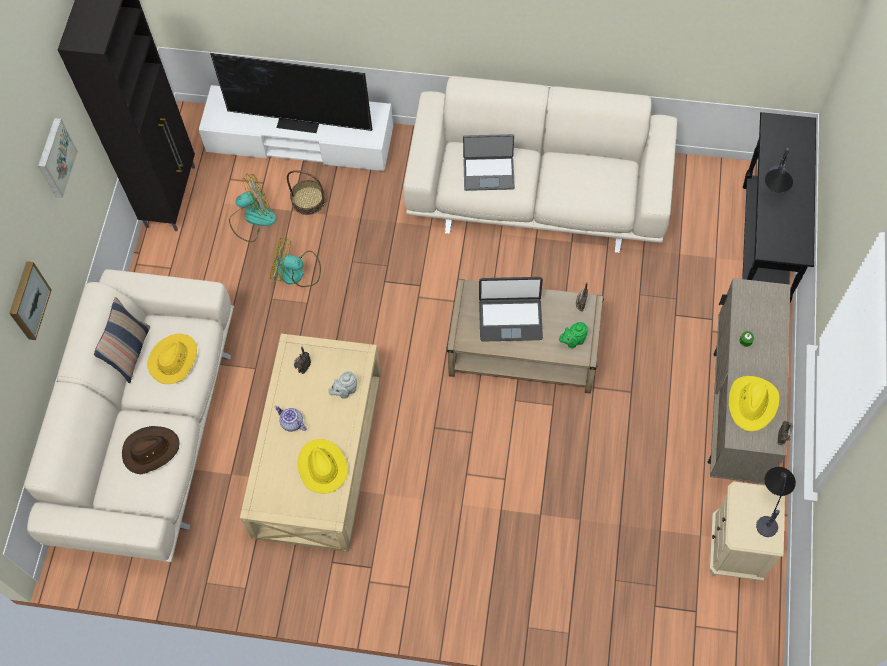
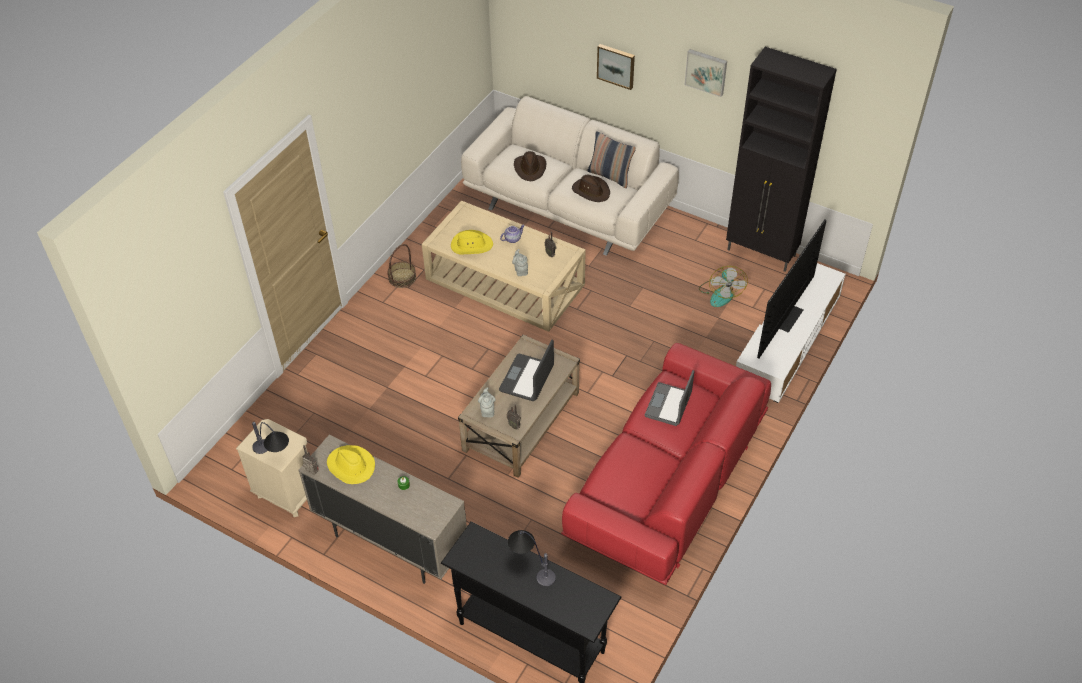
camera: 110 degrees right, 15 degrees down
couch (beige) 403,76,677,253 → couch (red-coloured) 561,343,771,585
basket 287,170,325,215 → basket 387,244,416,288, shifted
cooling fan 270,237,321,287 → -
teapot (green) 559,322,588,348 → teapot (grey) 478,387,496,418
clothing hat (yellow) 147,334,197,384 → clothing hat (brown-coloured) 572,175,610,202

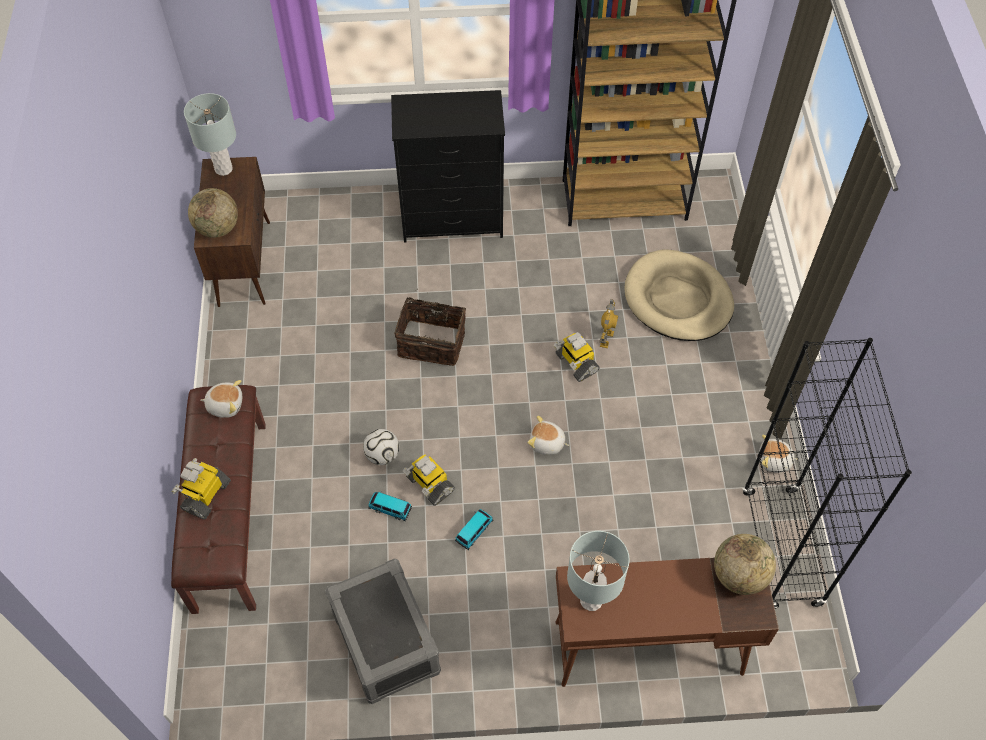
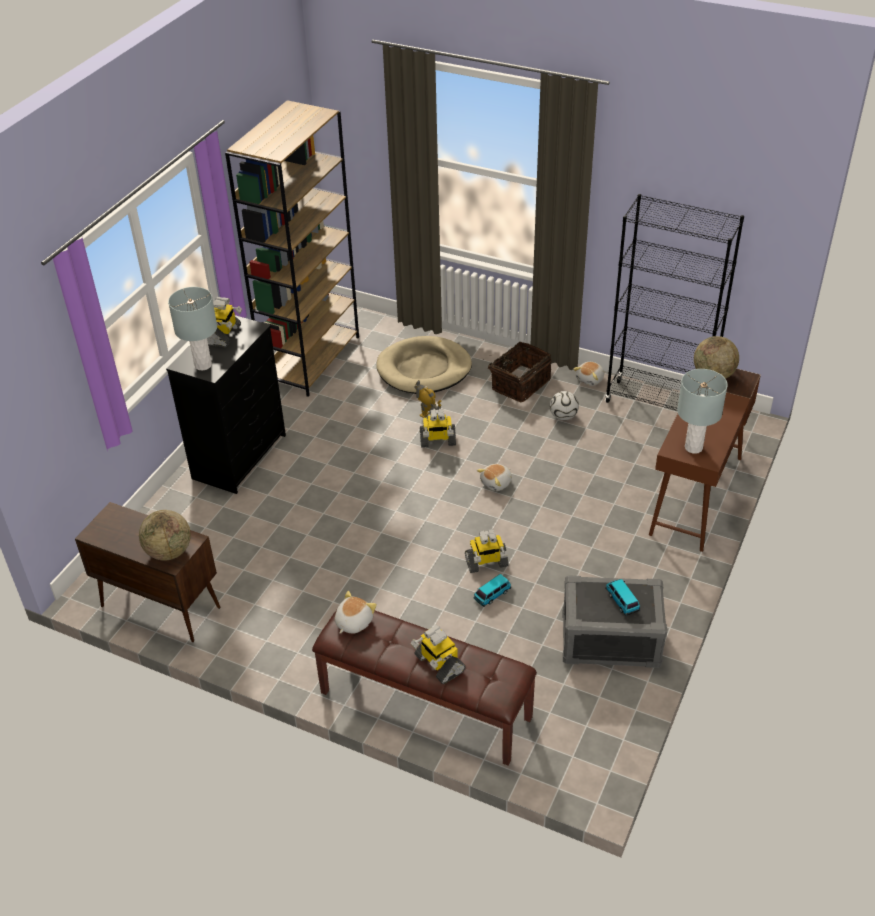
camera: 60 degrees left, 15 degrees down
lamp for a table (grey) 184,93,236,176 → lamp for a table (grey) 168,287,217,371, shifted
basket 394,289,466,366 → basket 483,342,551,402, shifted
football ball 363,429,399,465 → football ball 550,391,579,420, shifted
miniature car 455,509,493,550 → miniature car 605,579,640,616, shifted
- → robot figure 207,297,242,348

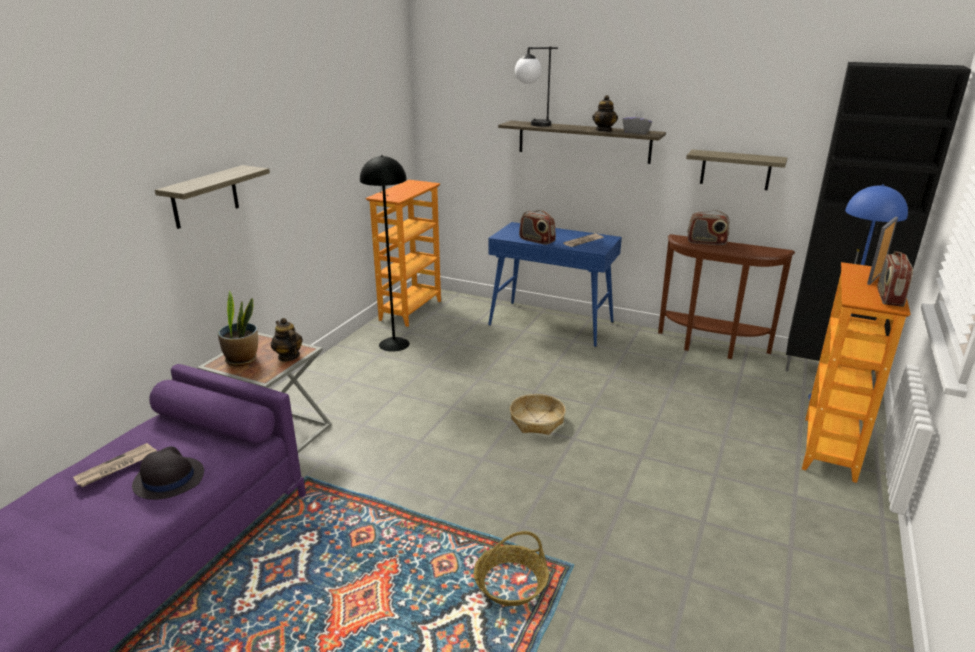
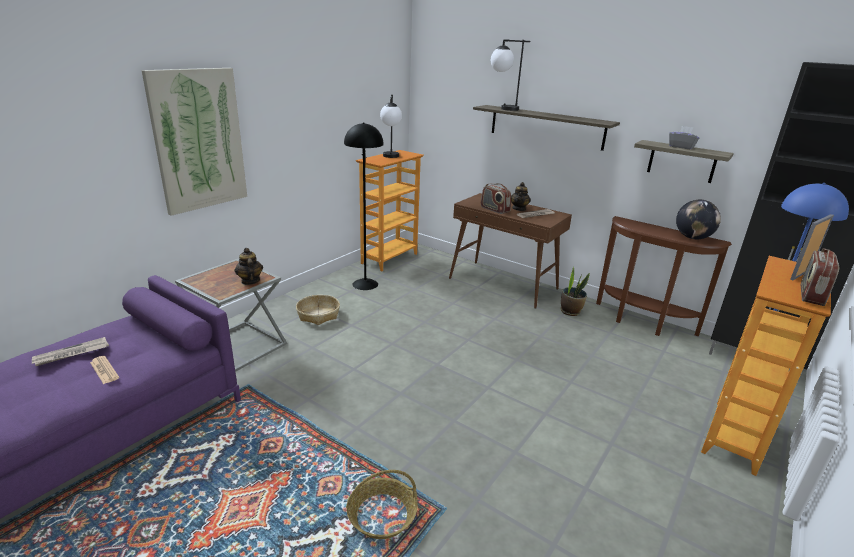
camera: 10 degrees right, 0 degrees up
teapot 592,95,618,132 → teapot 511,182,531,211, shifted
tissue holder (grey) 623,111,652,134 → tissue holder (grey) 669,126,699,149, shifted
bracket shelf 155,165,270,229 → wall picture 141,68,247,216
radio 687,210,730,245 → -
narrow table (blue-coloured) 488,222,622,347 → narrow table (brown-coloured) 449,193,572,309
potted plant 218,291,258,366 → potted plant 560,267,590,316, shifted
basket 510,394,566,435 → basket 296,295,340,325, shifted
clothing hat (black) 132,446,204,500 → newspaper 90,356,120,384
- → lamp for a table 380,95,402,158
- → desk globe 676,200,721,239

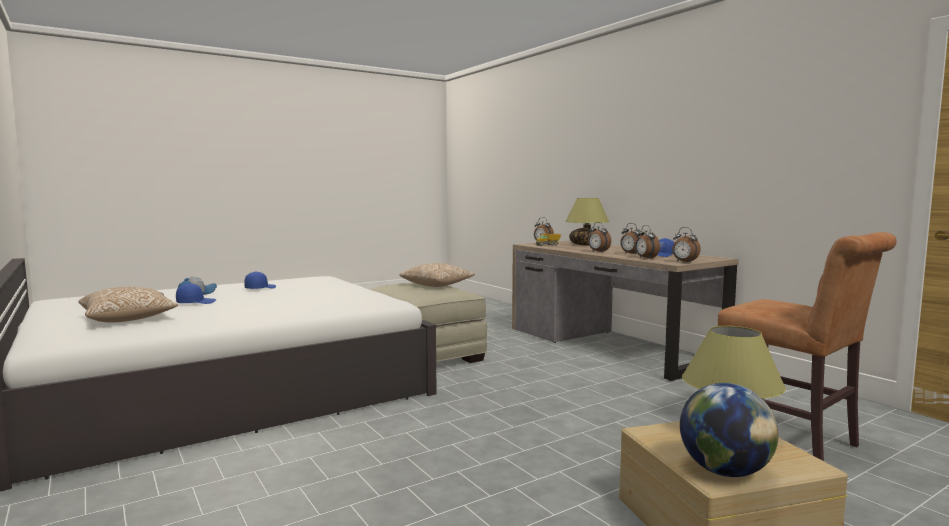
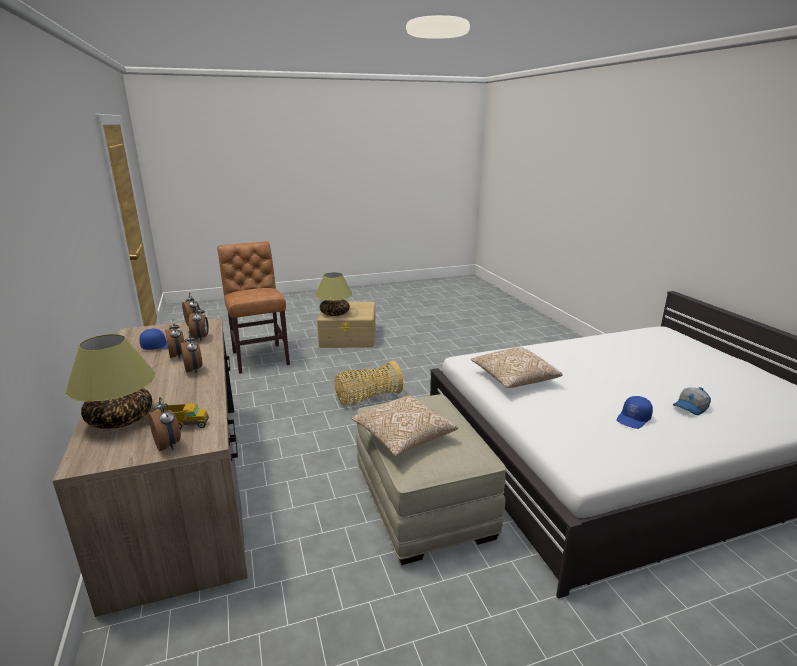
camera: 165 degrees left, 15 degrees up
peaked cap (blue-coloured) 176,283,216,304 → -
throw pillow 78,287,178,322 → throw pillow 471,347,563,388, shifted
desk globe 680,383,778,477 → -
- → basket 334,361,403,405

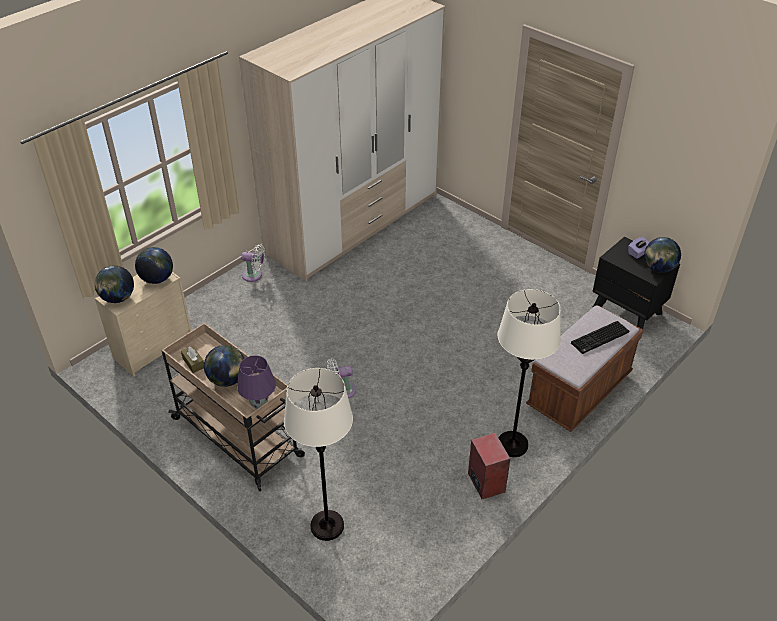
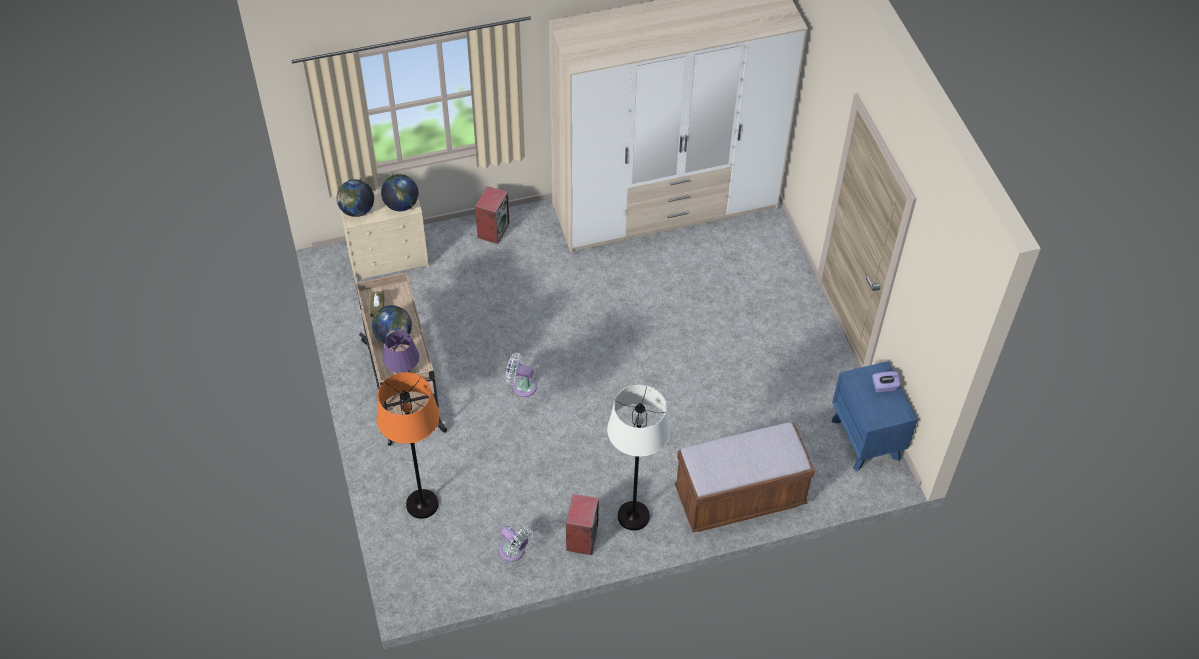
camera: 30 degrees right, 10 degrees up
night table (black) 592,237,680,329 → night table (blue-coloured) 832,361,918,472
desk globe 644,237,681,273 → -
cooling fan (white) 241,244,265,282 → cooling fan (white) 499,526,533,562, shifted
computer keyboard 571,321,629,354 → -
floor lamp (white) 284,368,353,541 → floor lamp (orange-coloured) 376,372,440,519
- → loudspeaker 475,186,510,244

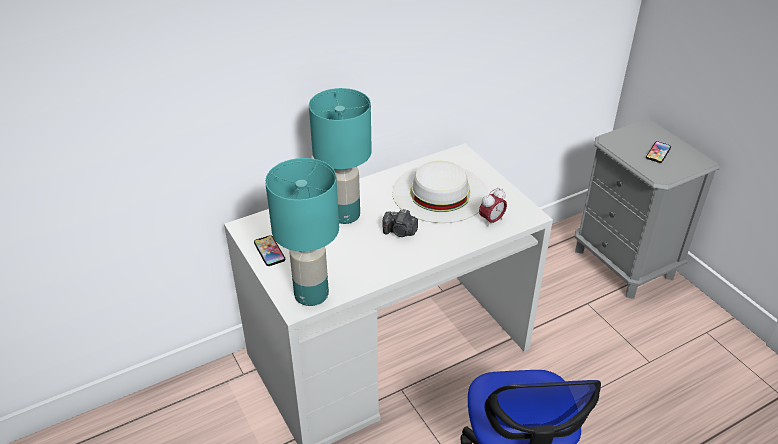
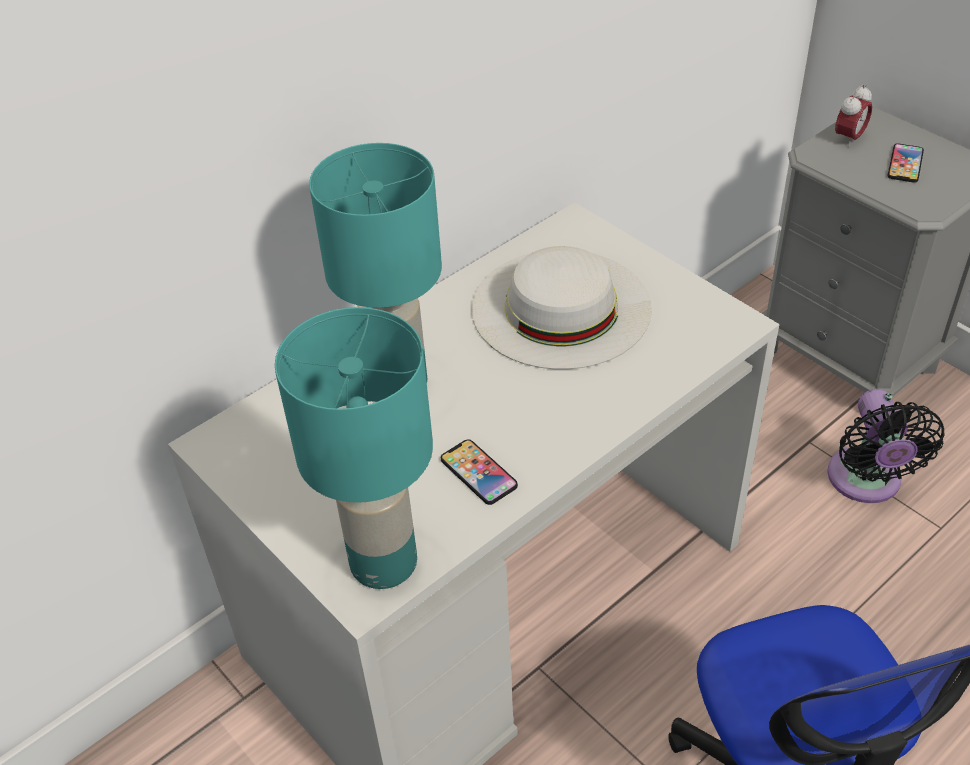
camera: 10 degrees left, 5 degrees up
table clock 479,188,507,227 → table clock 835,84,872,148, shifted
photo camera 382,209,418,237 → -
phone 254,235,285,266 → phone 441,439,518,505, shifted
- → cooling fan (black) 827,389,945,503

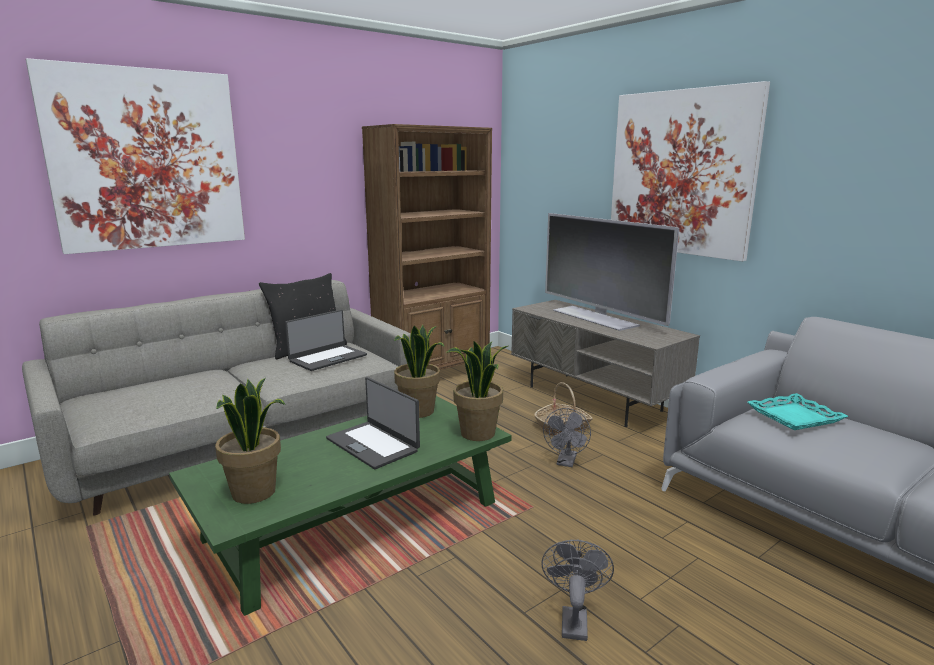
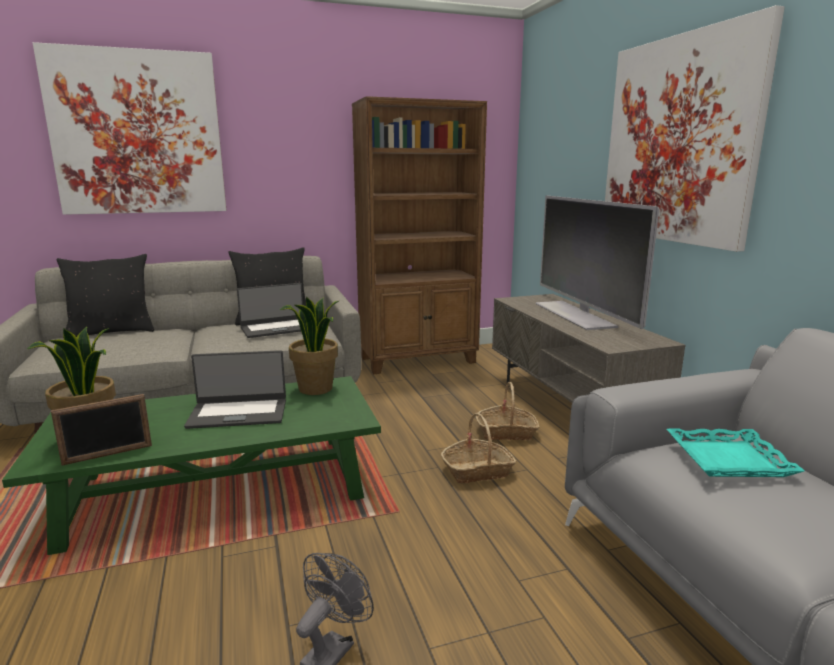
camera: 20 degrees right, 0 degrees up
potted plant 446,341,508,441 → -
notebook computer 326,377,420,469 → notebook computer 184,350,286,429, 75 degrees counterclockwise
cooling fan (grey) 543,408,591,467 → basket 441,413,516,483
- → throw pillow (black) 56,254,154,338
- → picture frame 51,394,152,466

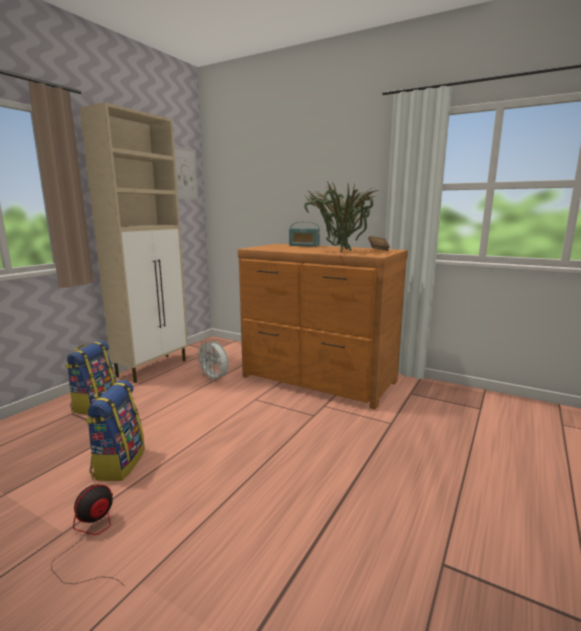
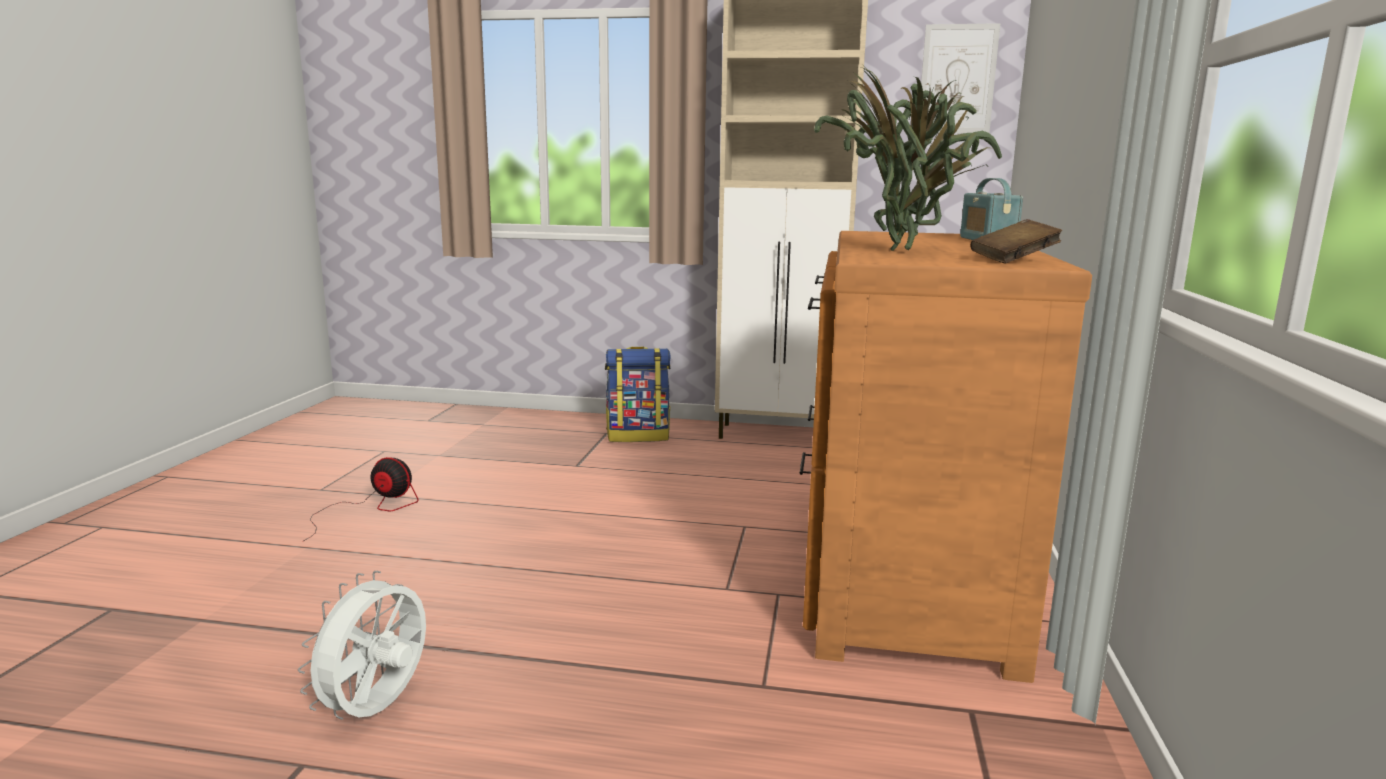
camera: 70 degrees right, 0 degrees up
cooling fan (white) 196,340,229,382 → cooling fan (white) 298,571,426,720, shifted
knapsack 85,380,145,481 → -

